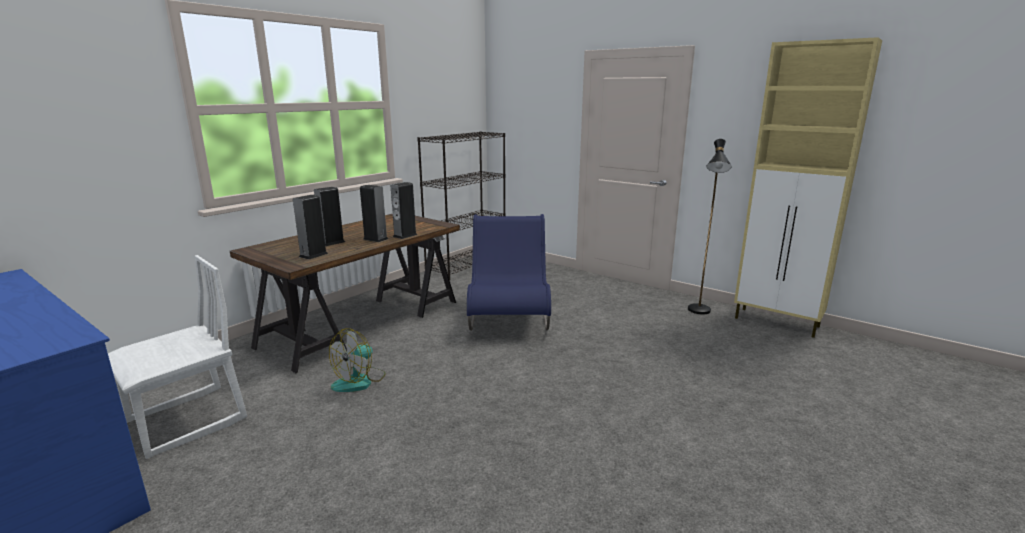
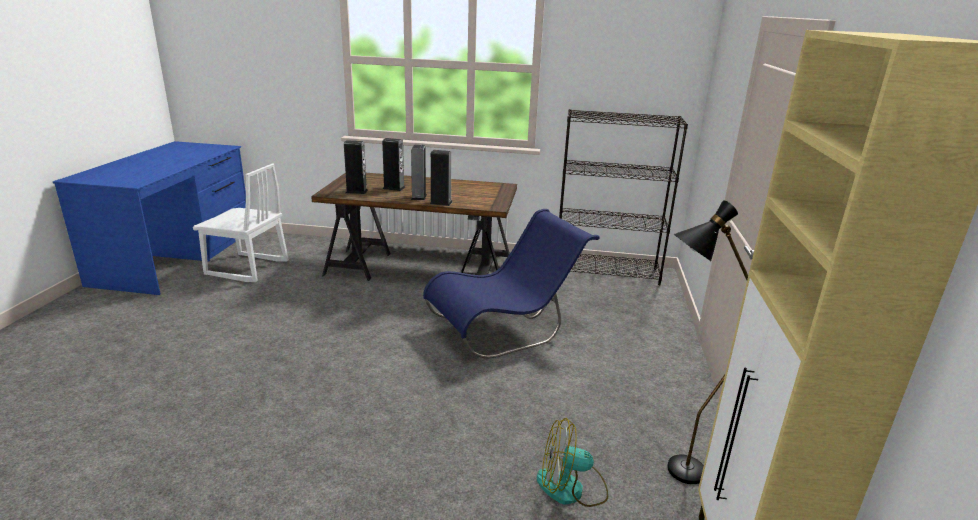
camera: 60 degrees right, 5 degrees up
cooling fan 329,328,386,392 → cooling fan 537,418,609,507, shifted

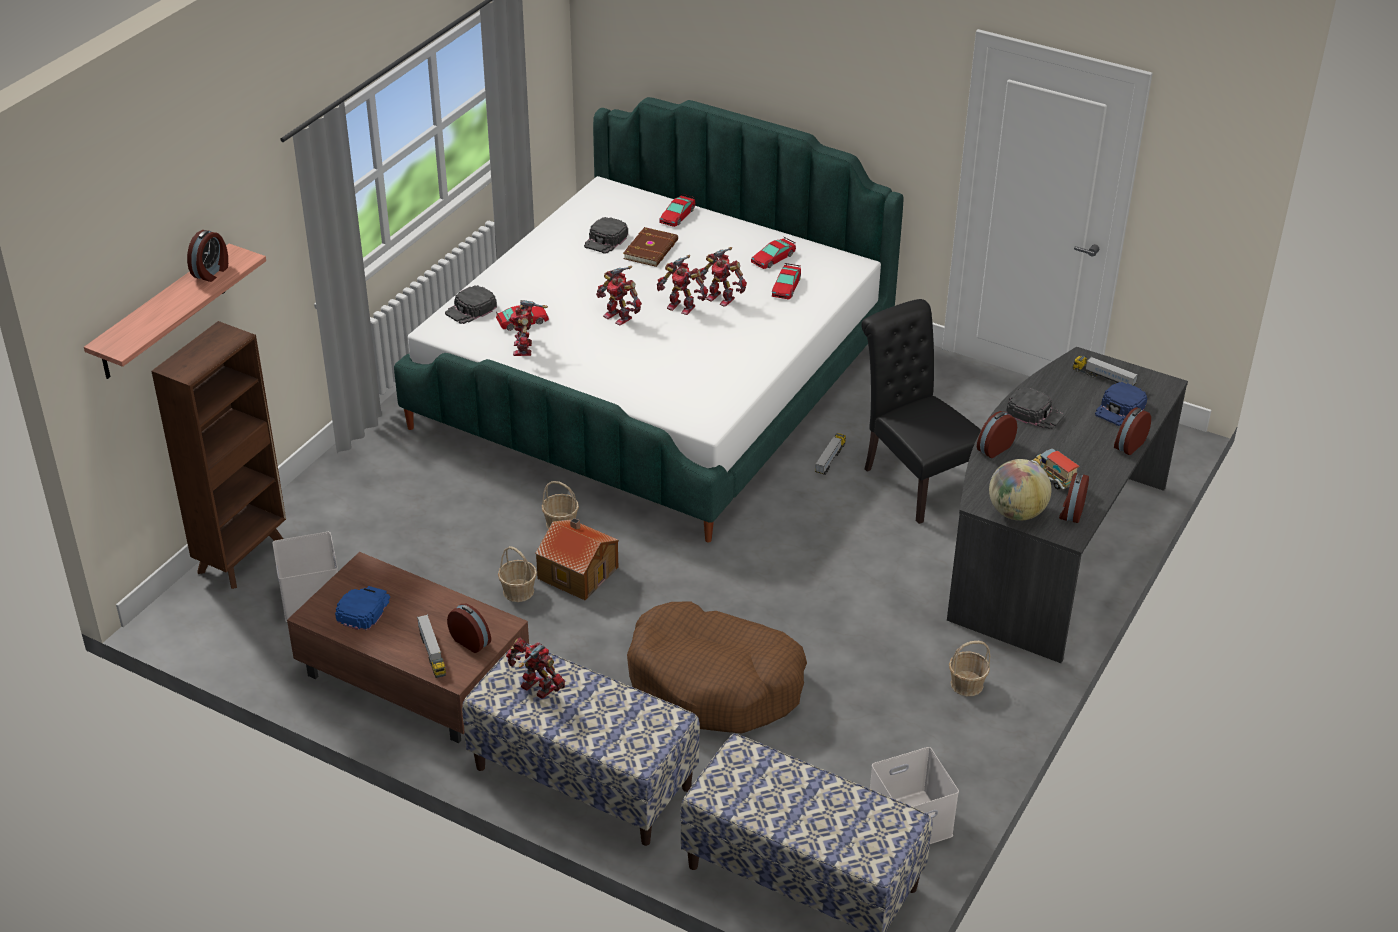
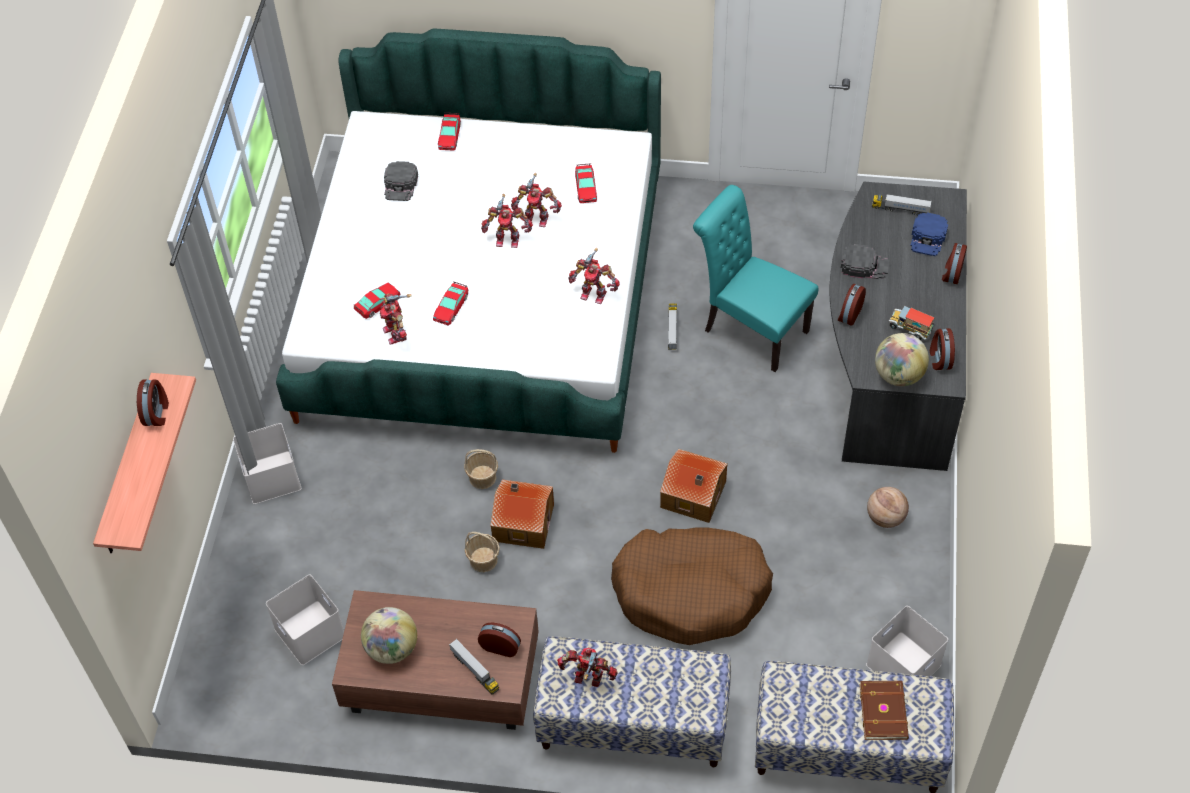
camera: 20 degrees left, 15 degrees up
book (brown-coloured) 623,227,678,267 → book (brown-coloured) 860,681,909,740, shifted
miniature car 751,237,796,269 → miniature car 433,281,468,326, shifted
robot figure 596,266,642,326 → robot figure 568,248,620,304, shifted
peaked cap (black) 445,285,497,324 → -
chair (black) 861,299,981,524 → chair (turquoise) 693,185,818,372
bookshelf (brown-coloured) 151,321,286,589 → -
peaked cap (blue-coloured) 335,586,390,631 → desk globe 361,607,417,664
basket 949,641,990,696 → ball for basketball 867,487,909,528
- → storage bin (white) 233,423,302,504
- → toy house 660,449,728,523

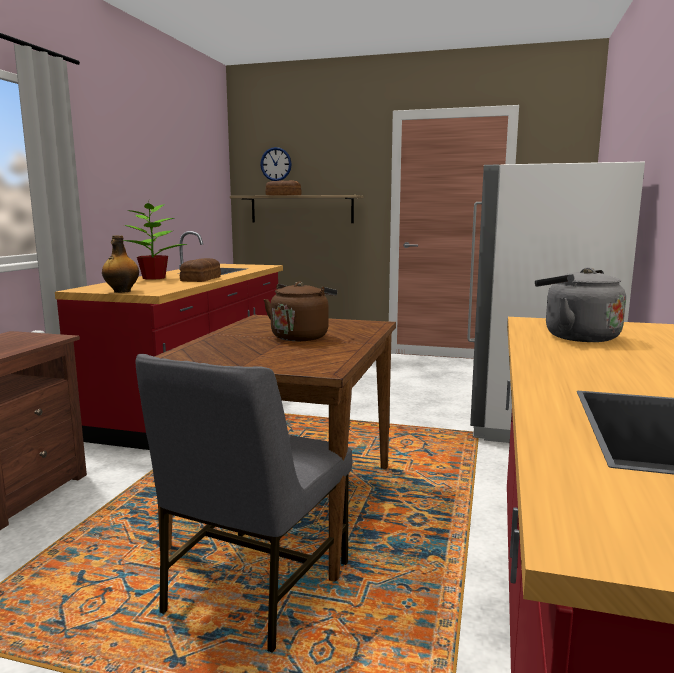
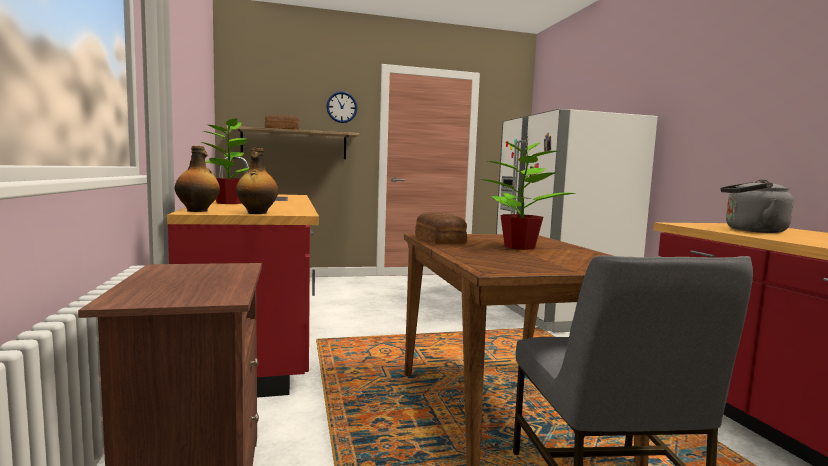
camera: 30 degrees left, 5 degrees down
clock on the wall 260,147,292,181 → clock on the wall 326,91,357,123, shifted
bakery bread 180,258,221,282 → bakery bread 415,212,467,245, shifted
kettle (brown-coloured) 264,282,337,341 → potted plant 480,136,575,250
- → drink bottle 175,146,220,212

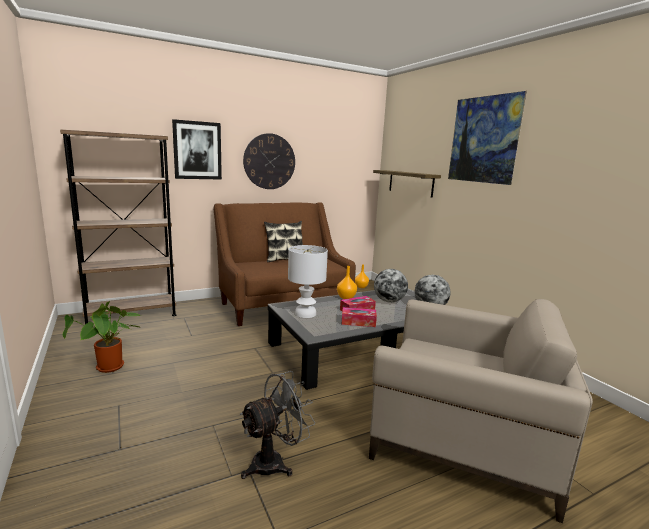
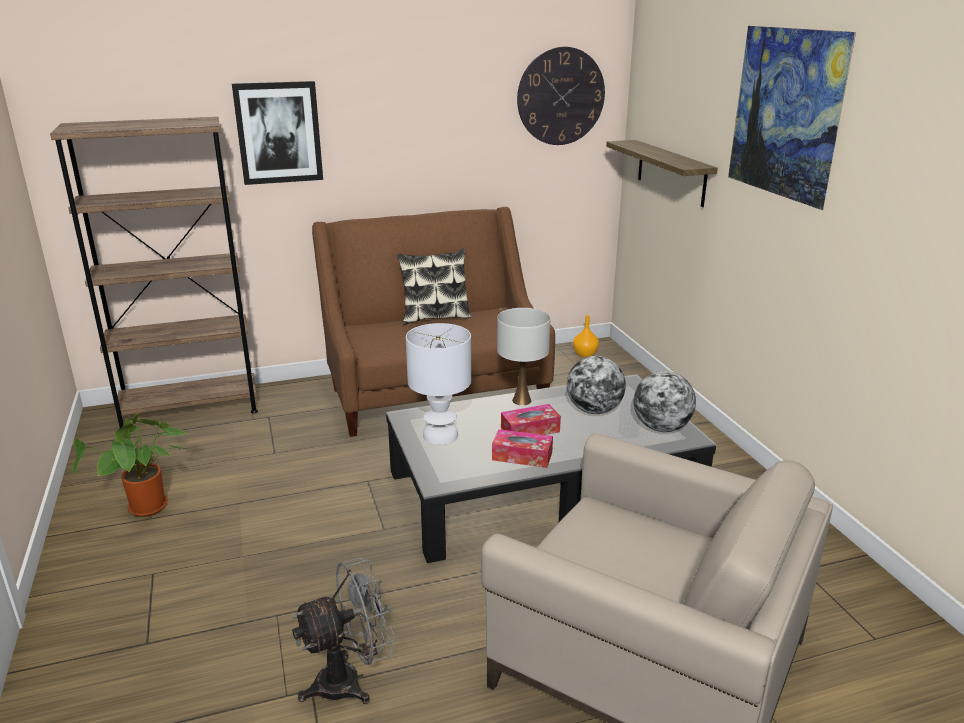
camera: 10 degrees right, 10 degrees up
clock on the wall 243,133,295,189 → clock on the wall 517,47,605,145, shifted
decorative vase (orange-coloured) 337,266,357,299 → lamp for a table (white) 497,308,550,405

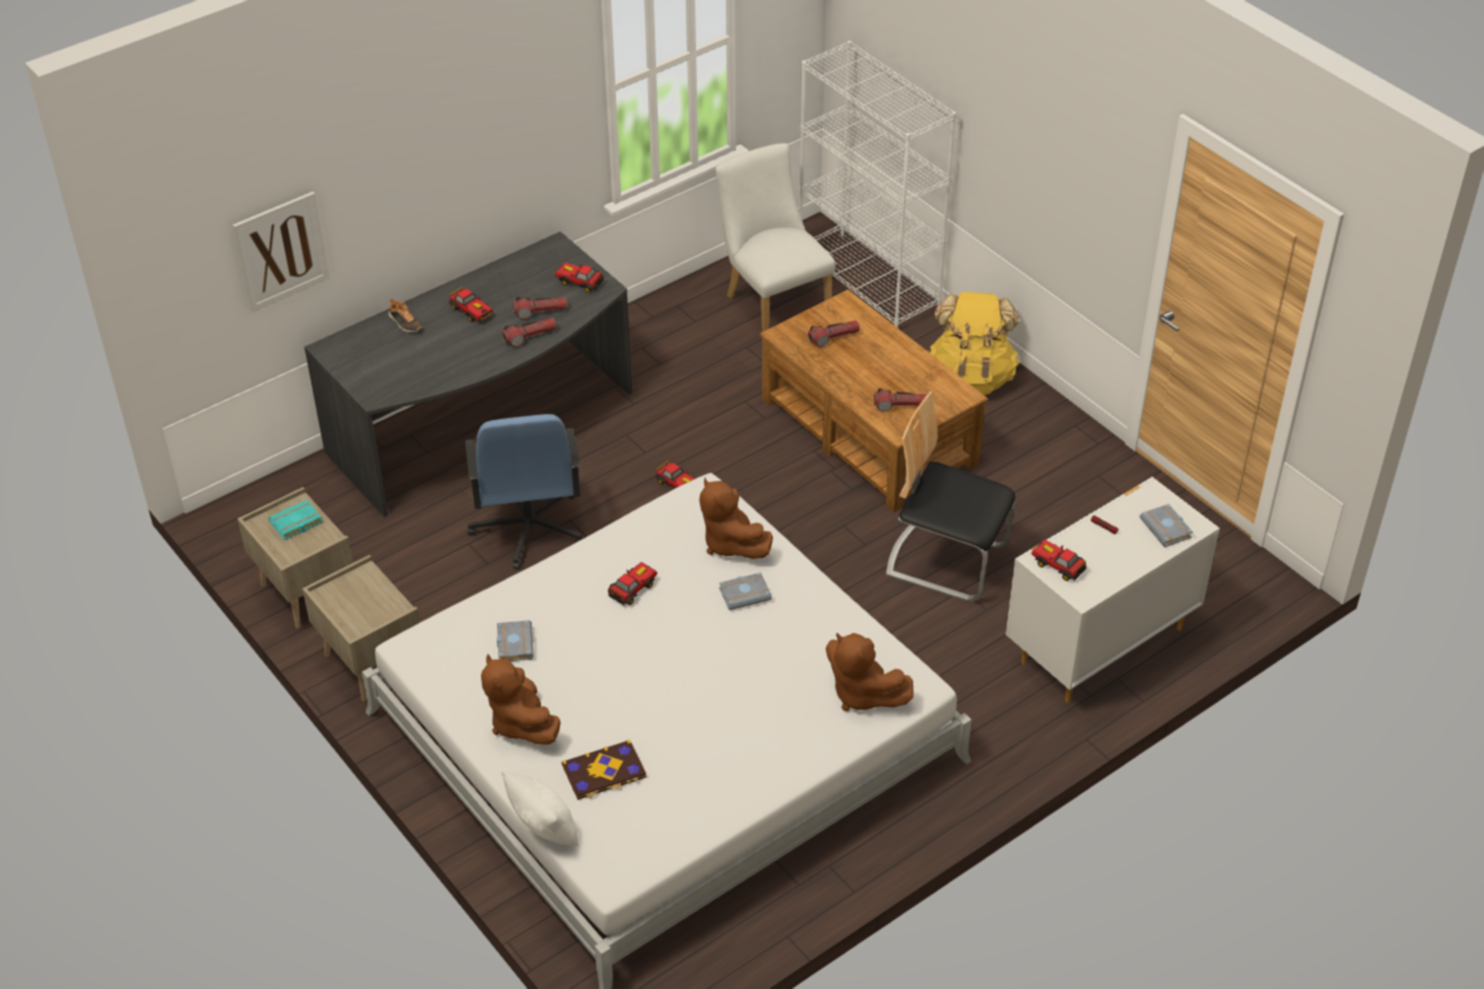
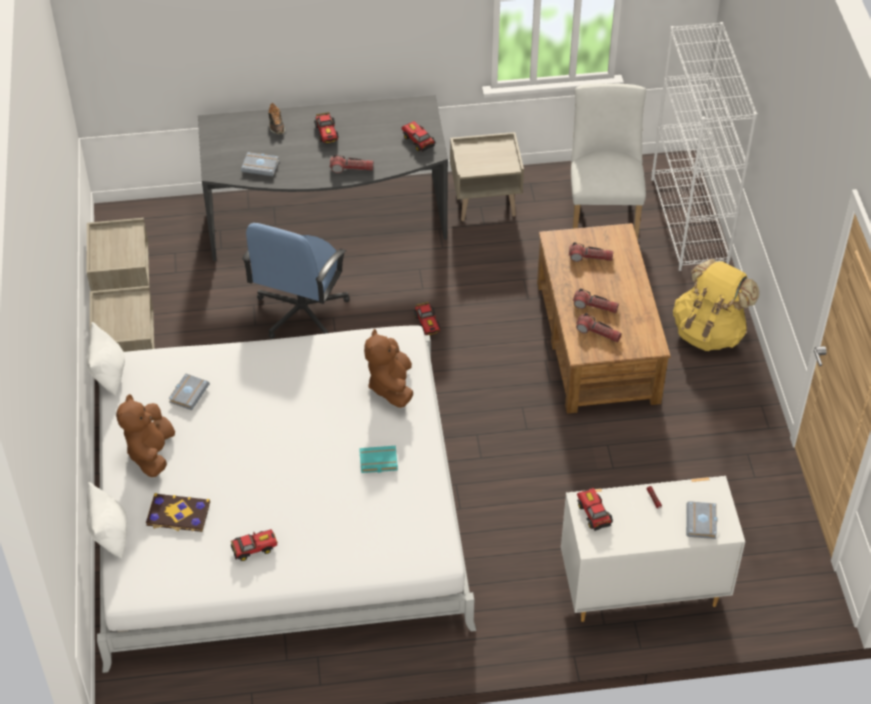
camera: 30 degrees right, 5 degrees up
wall picture 233,192,330,312 → -
flashlight 513,297,567,319 → flashlight 573,288,619,313, shifted
chair 886,391,1016,602 → -
book (turquoise) 269,500,322,540 → book (turquoise) 359,446,398,473, shifted
miniature car 608,562,657,605 → miniature car 231,529,278,561, shifted
book (grey) 719,573,772,610 → book (grey) 241,152,279,176, shifted
soft toy (brown-coloured) 826,633,914,711 → -
- → night table (beige) 450,132,524,221
- → throw pillow (white) 87,322,125,396

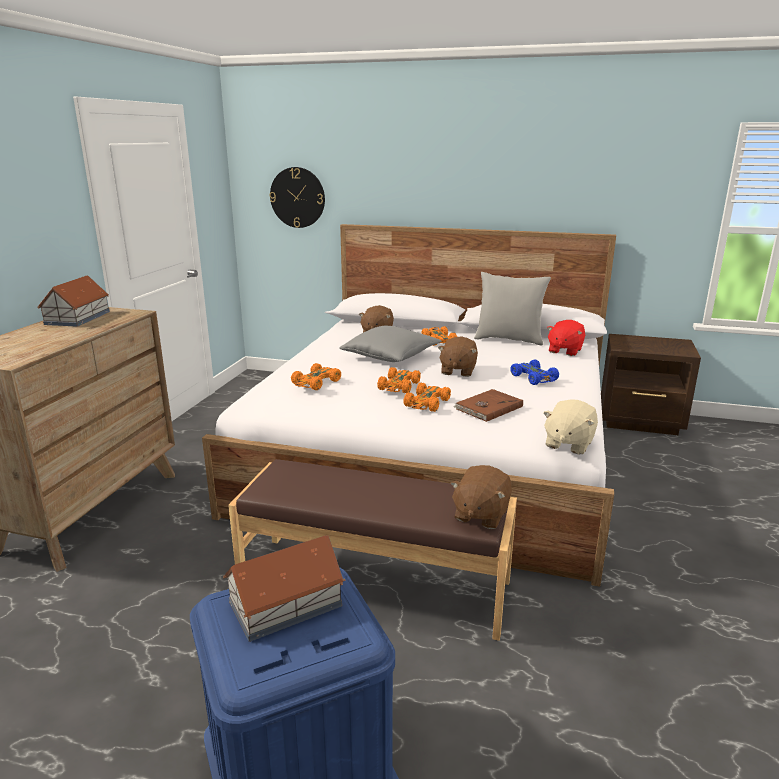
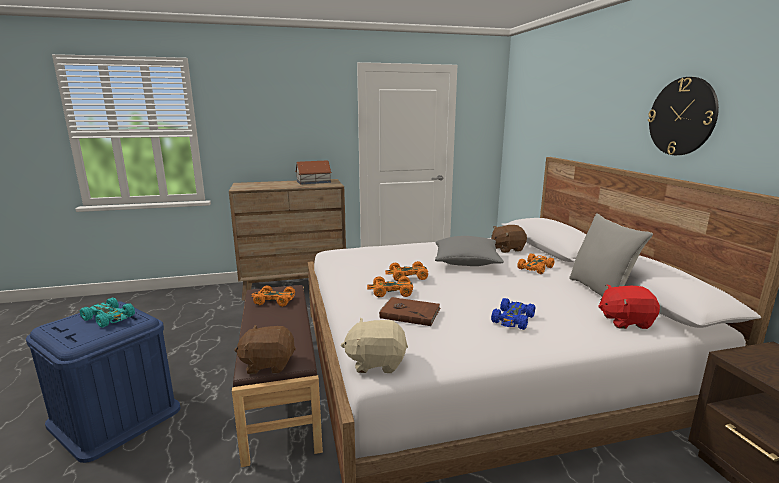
camera: 60 degrees right, 5 degrees down
clock on the wall 270,167,325,228 → clock on the wall 648,77,719,155, shifted
soft toy (brown-coloured) 438,336,478,377 → -
miniature car (orange-coloured) 291,363,341,390 → miniature car (orange-coloured) 251,286,295,306, shifted
toy house 223,535,346,642 → miniature car (turquoise) 80,298,135,327

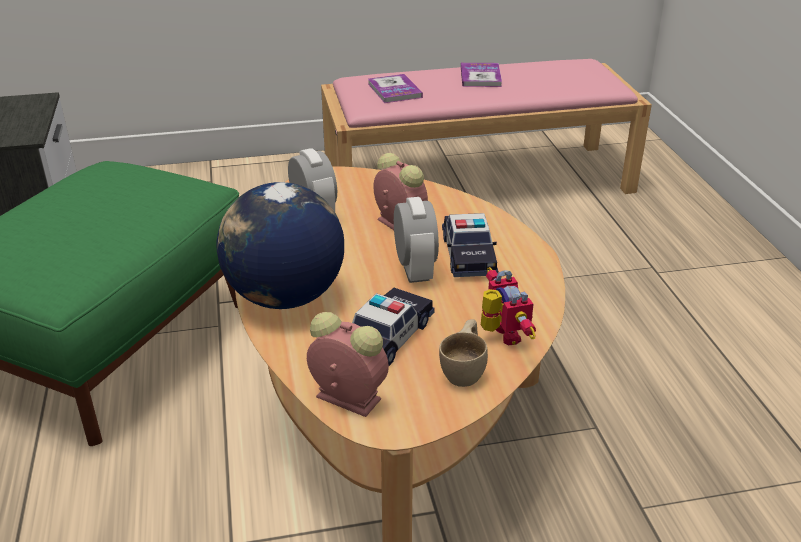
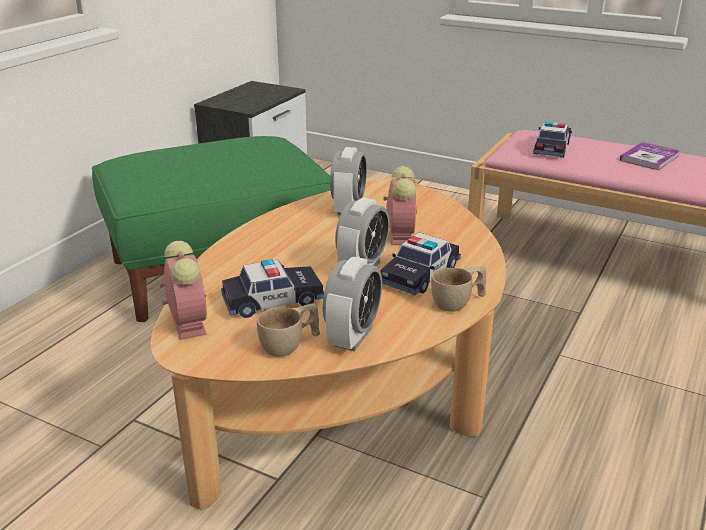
camera: 40 degrees right, 5 degrees down
book 368,74,423,103 → miniature car 533,122,572,158
desk globe 216,182,344,309 → -
robot figure 481,267,536,345 → table clock 323,257,382,352
- → drinking cup (beige) 431,266,486,312

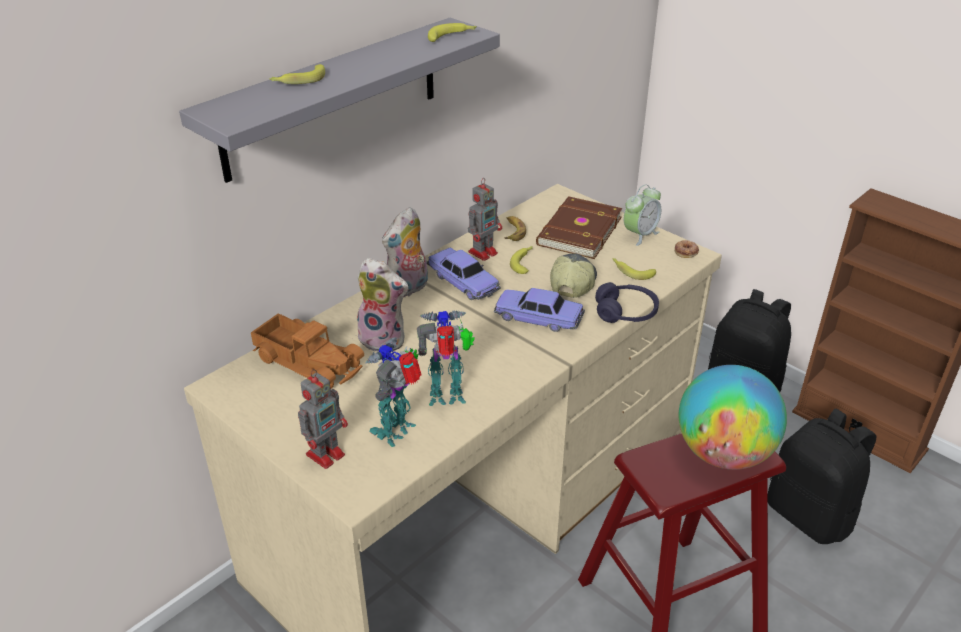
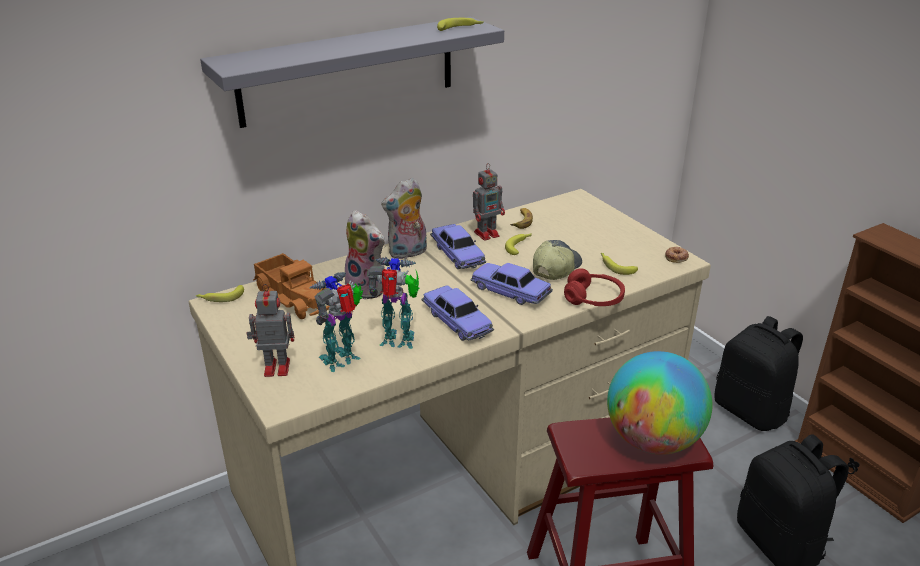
camera: 15 degrees right, 5 degrees down
whole banana 270,64,325,84 → whole banana 196,285,244,302, shifted
table clock 624,184,661,246 → -
book (brown-coloured) 536,197,622,259 → -
pair of headphones (purple) 595,282,659,323 → pair of headphones (red-coloured) 564,268,625,306
robot figure 298,369,348,469 → robot figure 246,284,295,377, 150 degrees counterclockwise
- → miniature car 421,285,494,341

